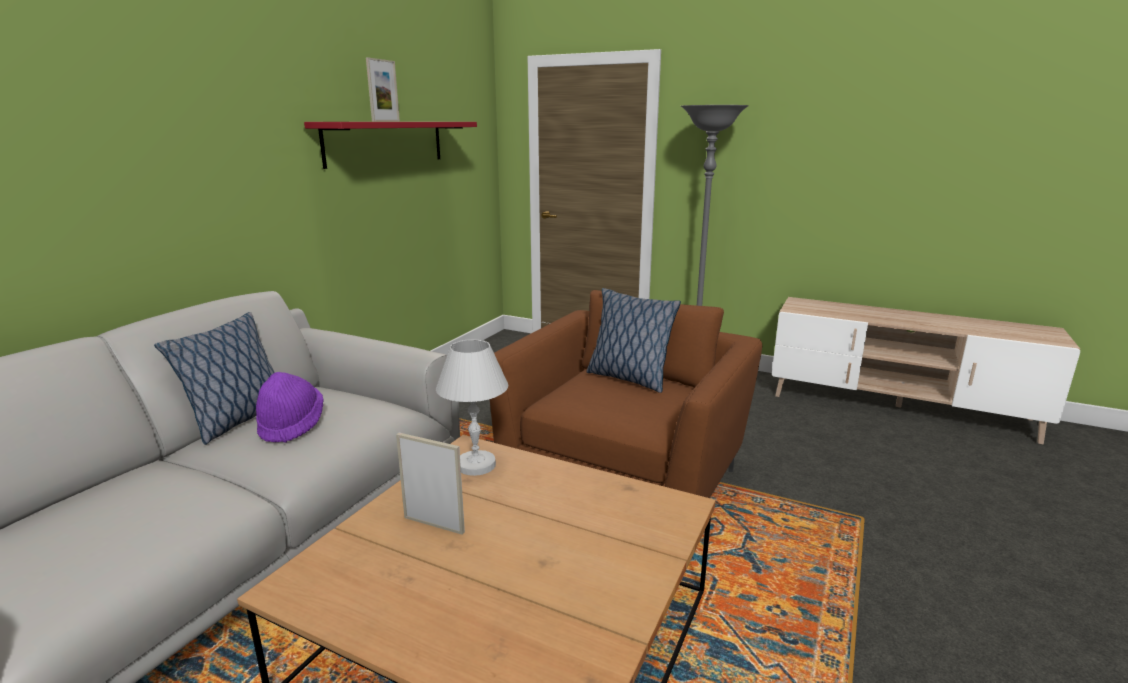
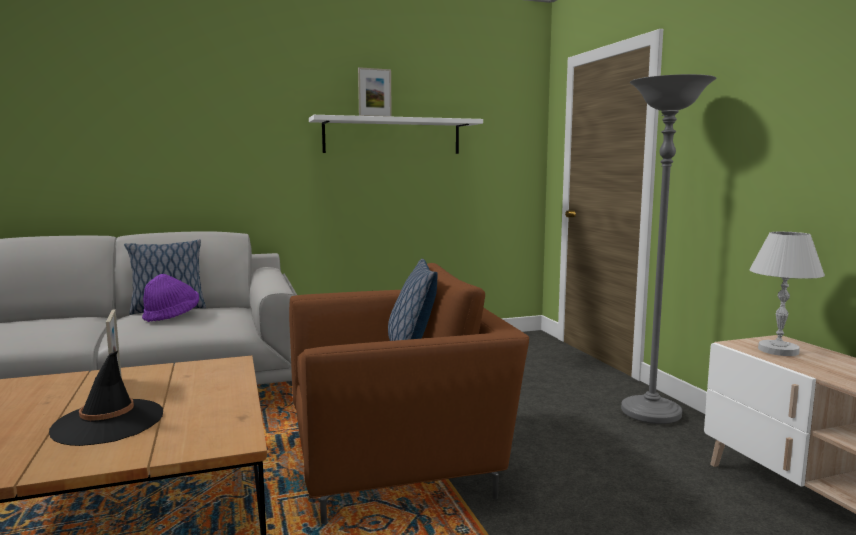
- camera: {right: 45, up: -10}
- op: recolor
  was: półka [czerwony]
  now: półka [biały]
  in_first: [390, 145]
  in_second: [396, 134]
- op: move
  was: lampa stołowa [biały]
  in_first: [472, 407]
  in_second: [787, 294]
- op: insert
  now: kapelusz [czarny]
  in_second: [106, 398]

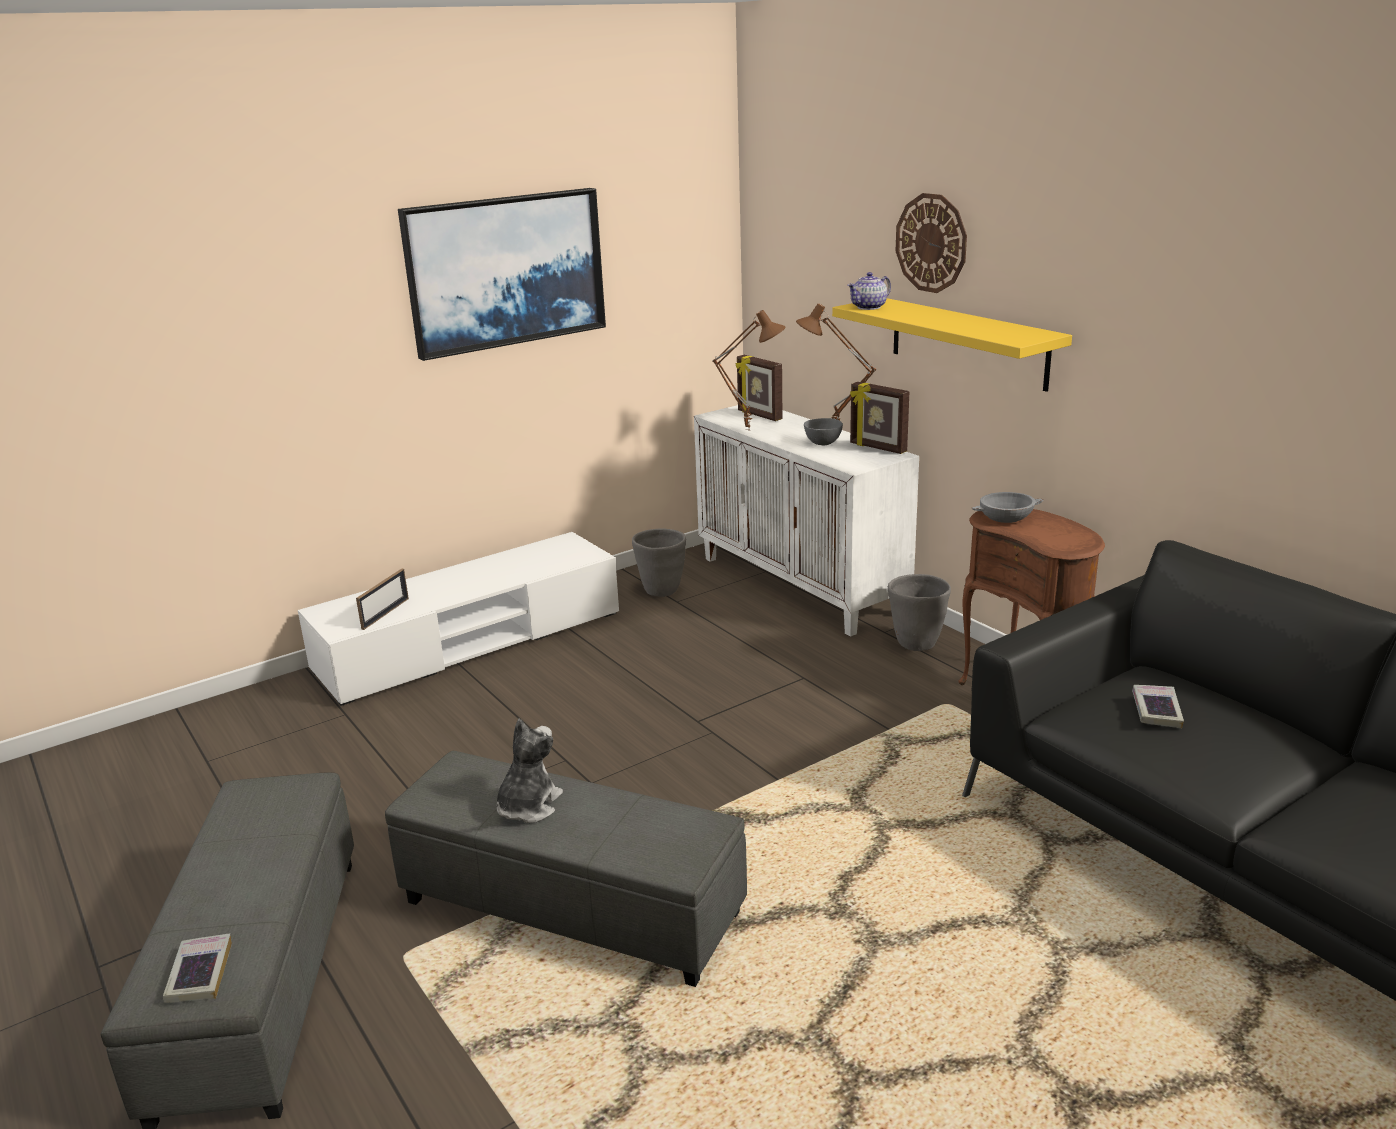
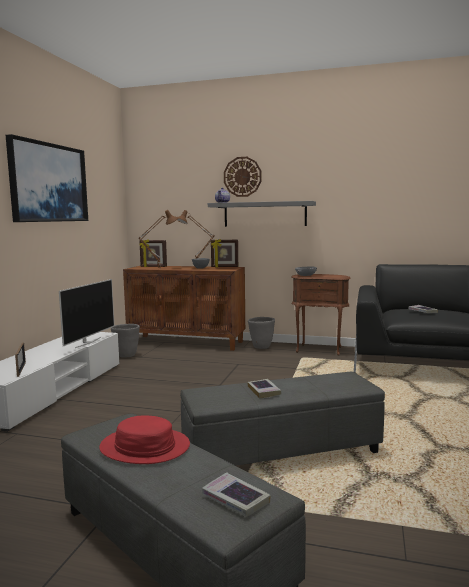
- camera: {right: -40, up: -15}
- op: replace
  was: pluszak
  now: książka
  in_first: [530, 771]
  in_second: [264, 389]
- op: recolor
  was: szafka [biały]
  now: szafka [brązowy]
  in_first: [806, 521]
  in_second: [184, 308]
- op: recolor
  was: półka [żółty]
  now: półka [szary]
  in_first: [952, 345]
  in_second: [262, 214]
- op: insert
  now: telewizor
  in_second: [86, 313]
- op: insert
  now: kapelusz [czerwony]
  in_second: [144, 440]

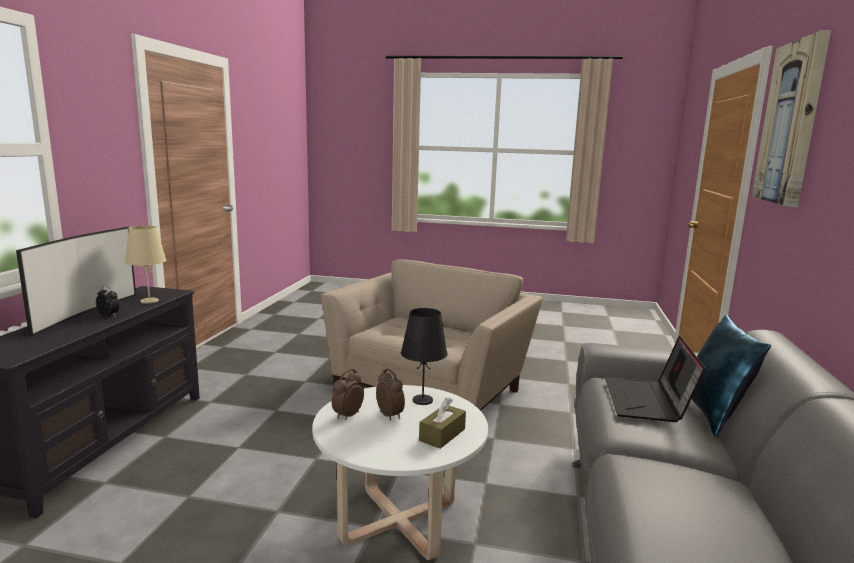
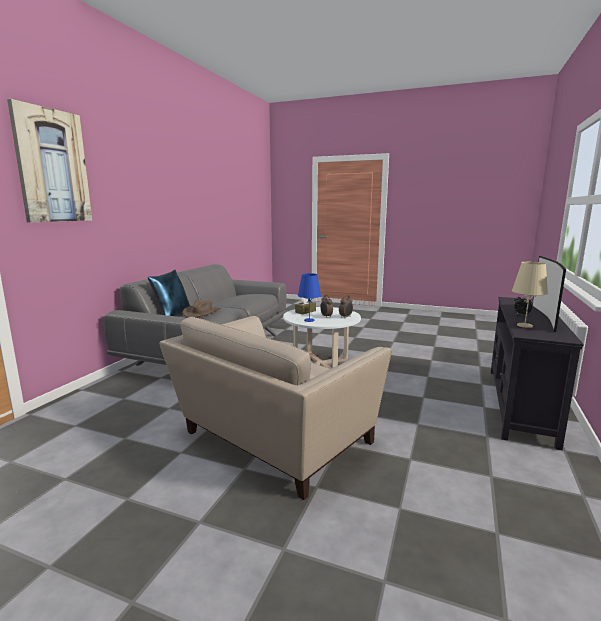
- camera: {right: -170, up: 0}
- op: recolor
  was: lampa stołowa [czarny]
  now: lampa stołowa [niebieski]
  in_first: [424, 356]
  in_second: [309, 297]
- op: replace
  was: laptop
  now: kapelusz [brązowy]
  in_first: [655, 379]
  in_second: [201, 309]

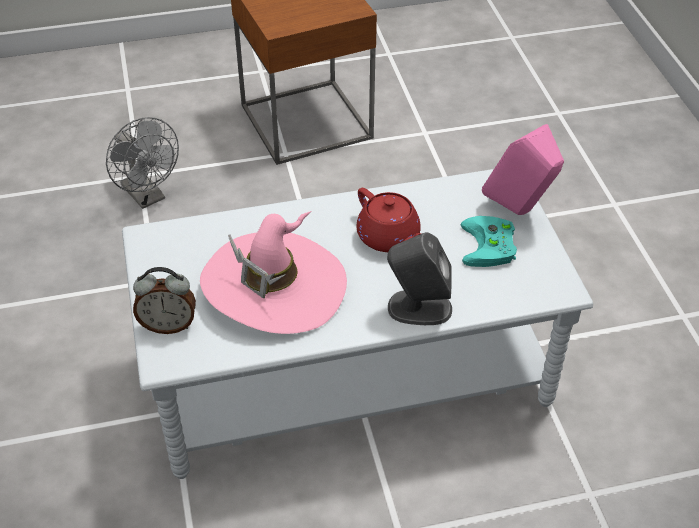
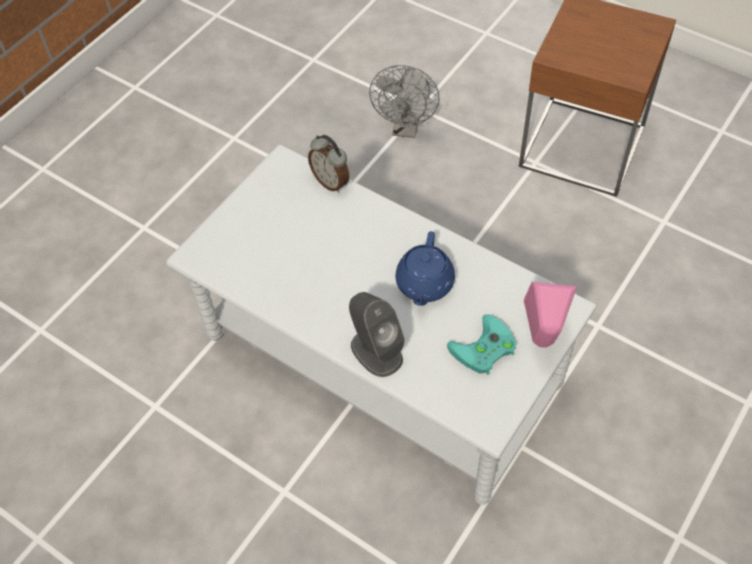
- camera: {right: 50, up: 10}
- op: move
  was: budzik
  in_first: [164, 300]
  in_second: [328, 164]
- op: delete
  was: kapelusz [różowy]
  in_first: [273, 272]
- op: recolor
  was: imbryk [czerwony]
  now: imbryk [niebieski]
  in_first: [388, 220]
  in_second: [425, 268]

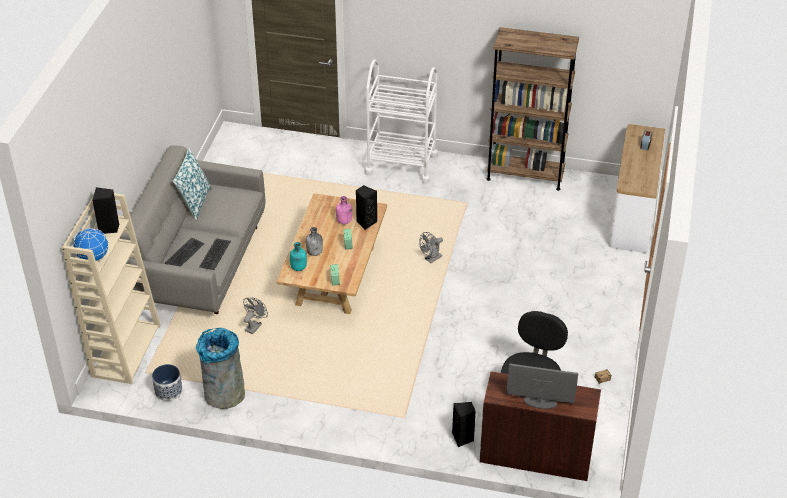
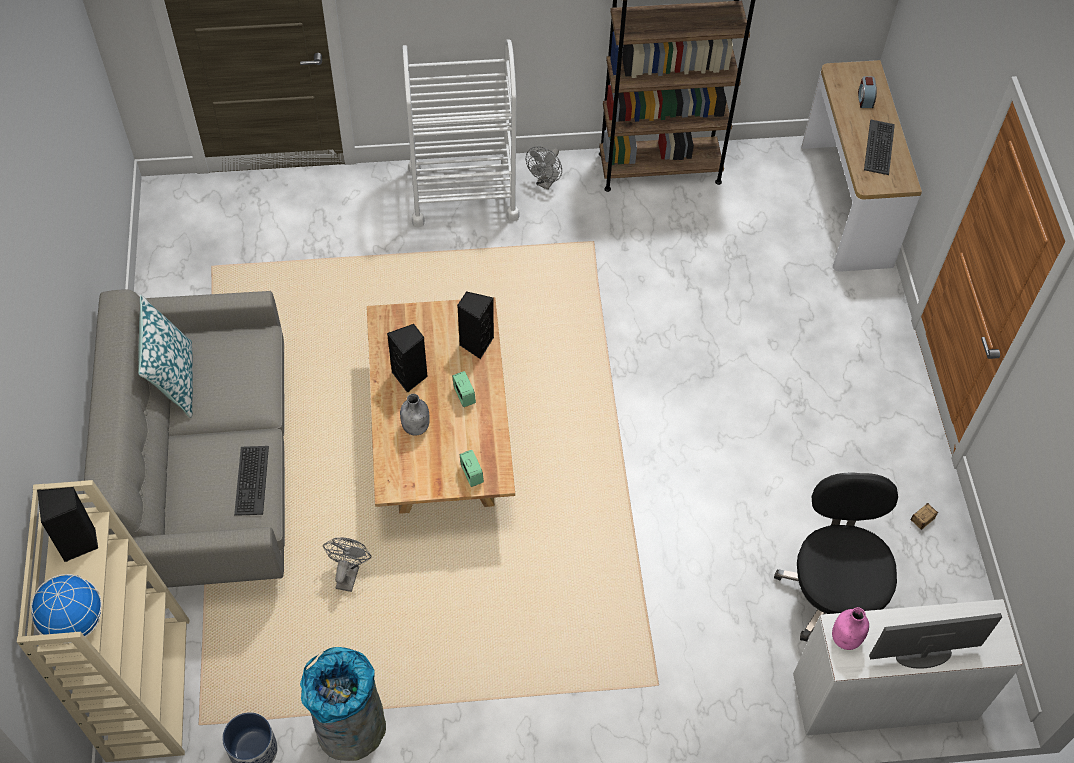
- camera: {right: -20, up: 15}
- op: move
  was: klawiatura
  in_first: [184, 251]
  in_second: [879, 147]
- op: delete
  was: butelka [turkusowy]
  in_first: [298, 256]
- op: move
  was: butelka [różowy]
  in_first: [344, 210]
  in_second: [850, 628]
- op: move
  was: wentylator [szary]
  in_first: [431, 247]
  in_second: [544, 168]
- op: move
  was: głośnik [czarny]
  in_first: [464, 424]
  in_second: [407, 358]
- op: recolor
  was: biurko [brązowy]
  now: biurko [biały]
  in_first: [540, 426]
  in_second: [908, 667]

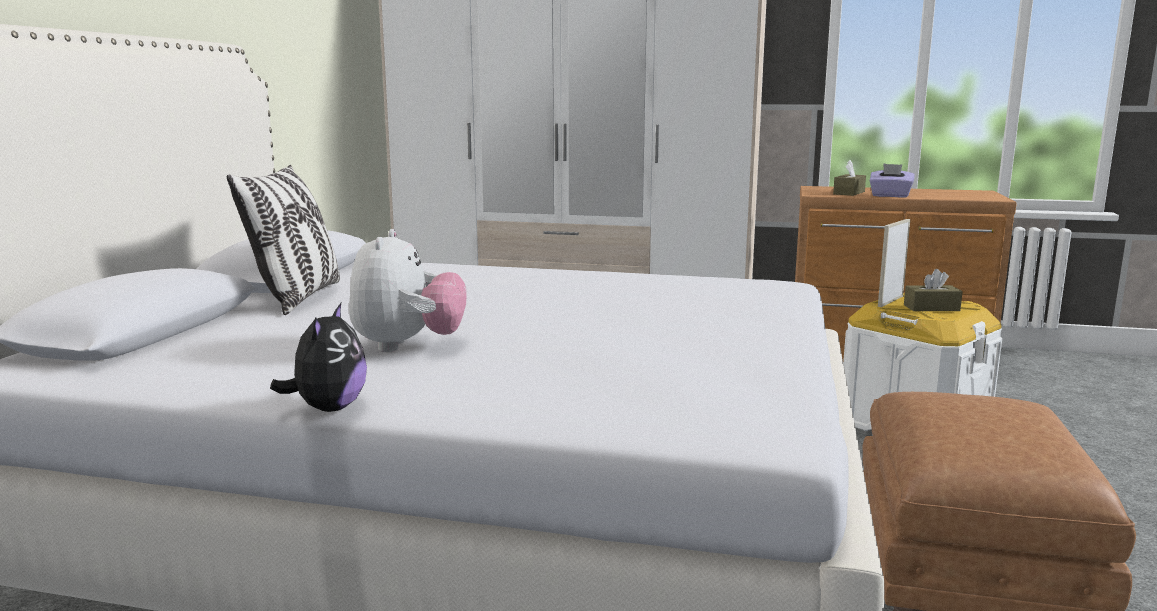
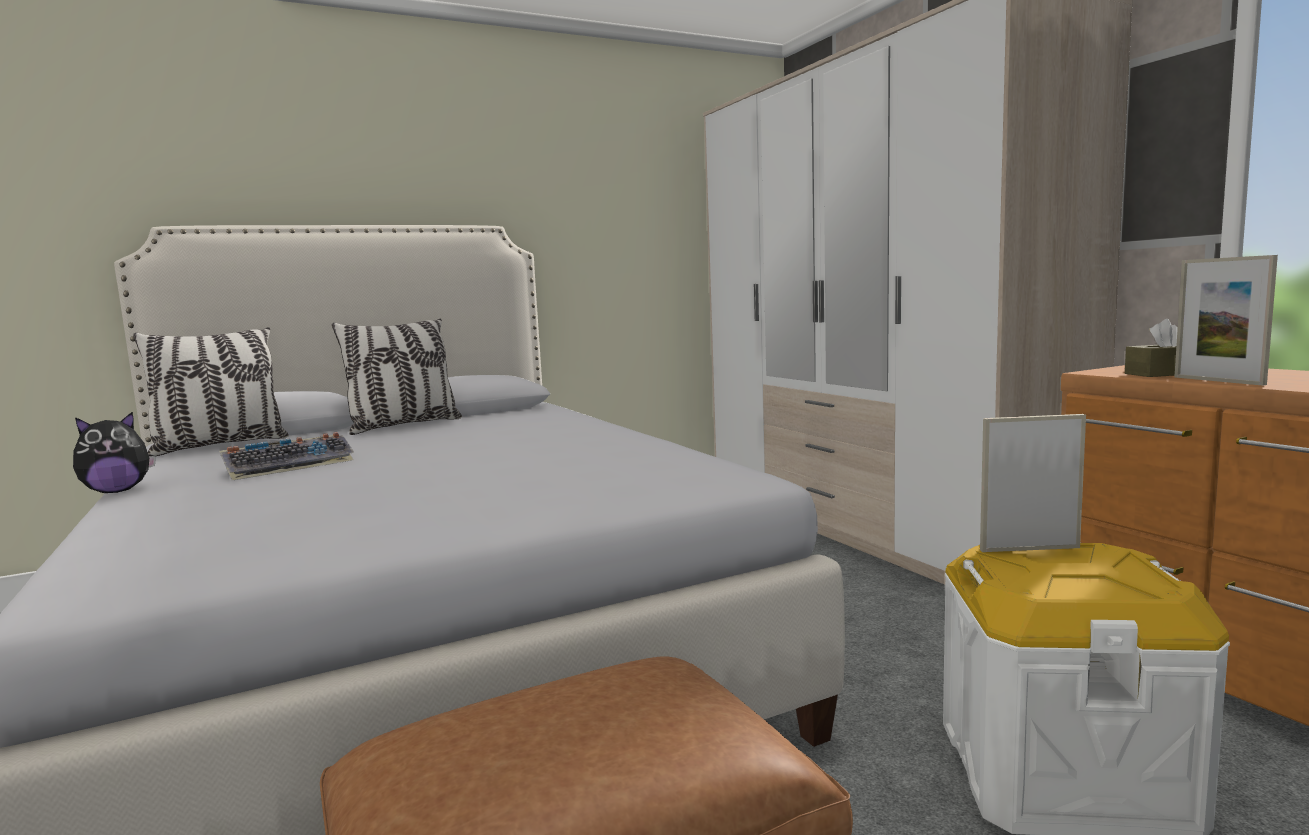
- camera: {right: 50, up: -5}
- op: replace
  was: pluszak
  now: klawiatura
  in_first: [408, 290]
  in_second: [287, 456]
- op: replace
  was: pudełko chusteczek [fioletowy]
  now: ramka na zdjęcie
  in_first: [892, 180]
  in_second: [1226, 320]
- op: delete
  was: pudełko chusteczek [brązowy]
  in_first: [933, 290]
- op: insert
  now: poduszka
  in_second: [211, 391]

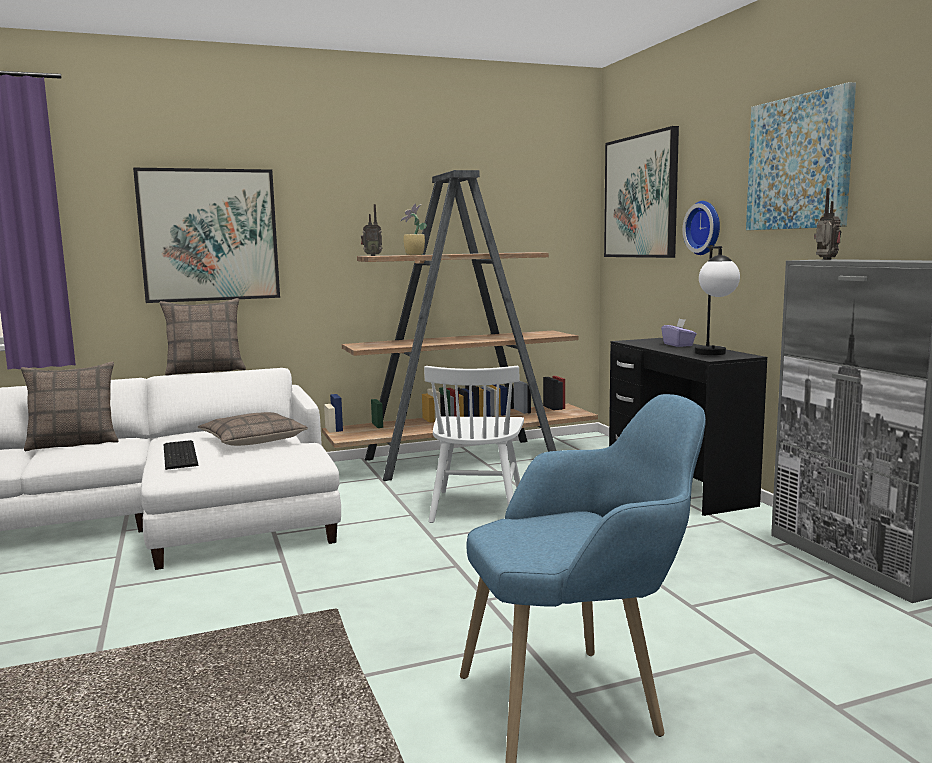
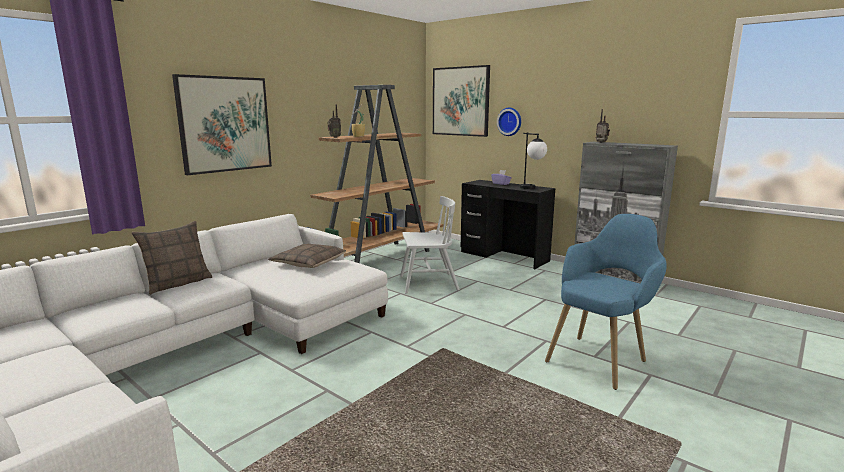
- camera: {right: -30, up: 5}
- op: delete
  was: poduszka
  in_first: [203, 337]
- op: delete
  was: klawiatura
  in_first: [181, 455]
- op: rotate
  was: krzesło [biały]
  in_first: [474, 444]
  in_second: [430, 244]
  clockwise: -75
- op: delete
  was: obraz
  in_first: [801, 156]

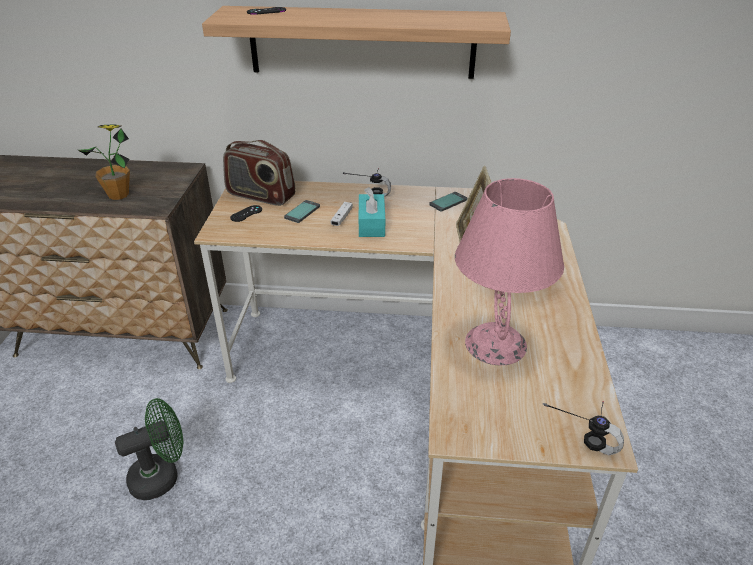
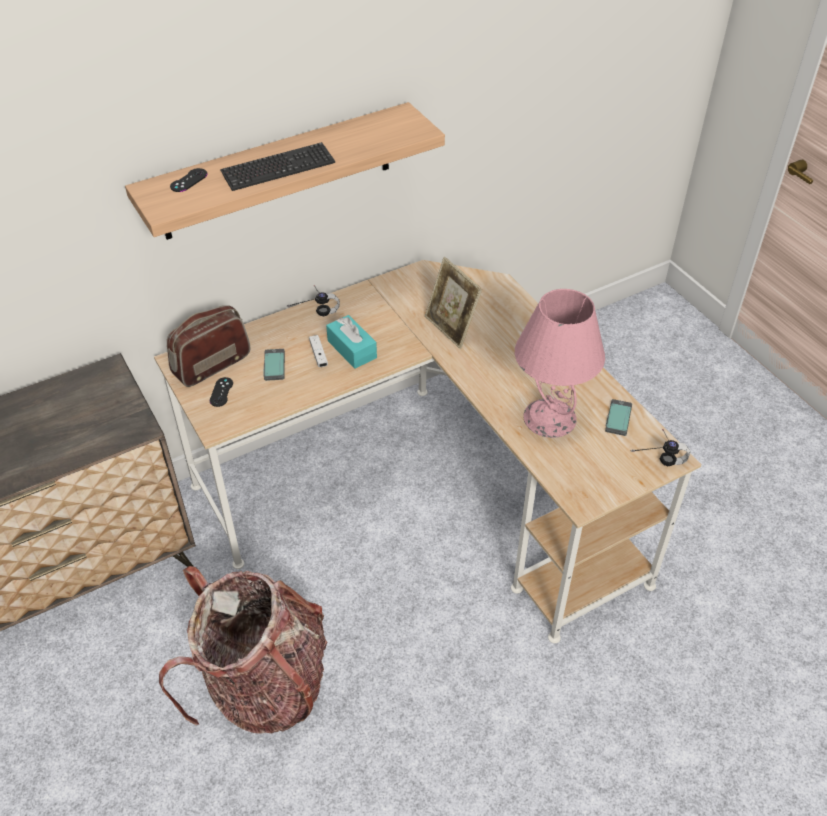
- camera: {right: -35, up: 10}
- op: delete
  was: roślina doniczkowa
  in_first: [104, 162]
- op: replace
  was: wentylator [zielony]
  now: plecak
  in_first: [149, 449]
  in_second: [243, 650]
- op: rotate
  was: radio
  in_first: [259, 173]
  in_second: [208, 346]
  clockwise: 150
- op: move
  was: telefon
  in_first: [448, 202]
  in_second: [618, 417]
- op: insert
  now: klawiatura
  in_second: [277, 166]

